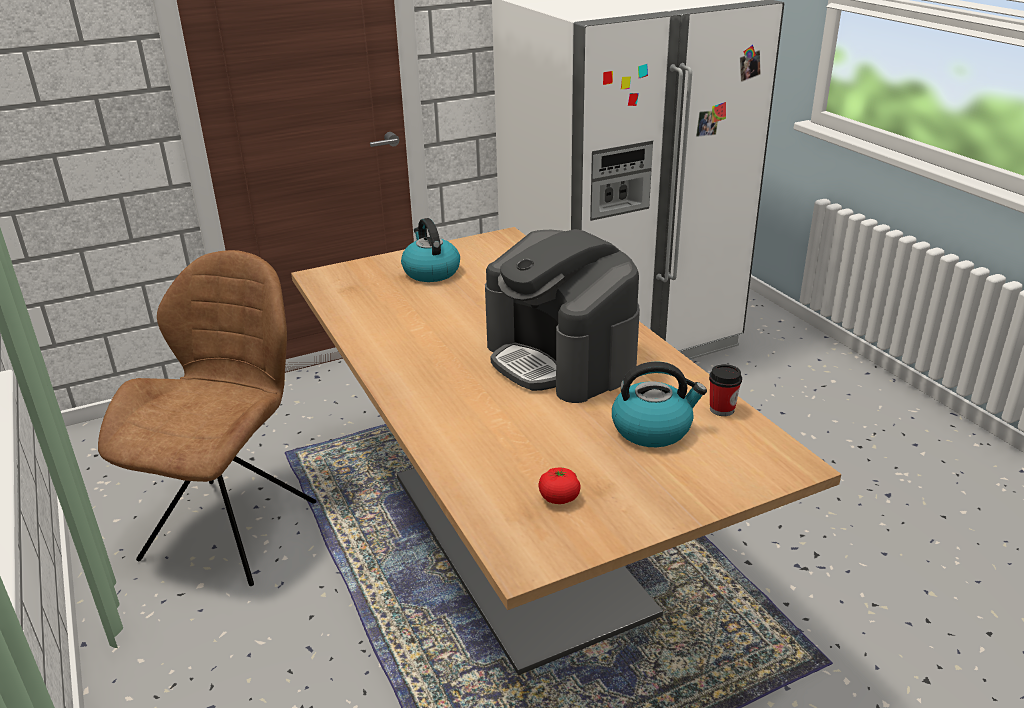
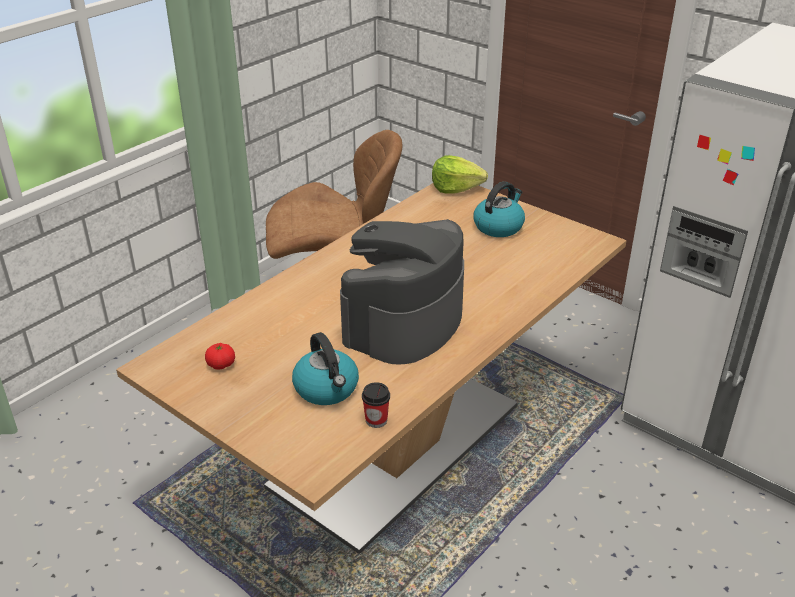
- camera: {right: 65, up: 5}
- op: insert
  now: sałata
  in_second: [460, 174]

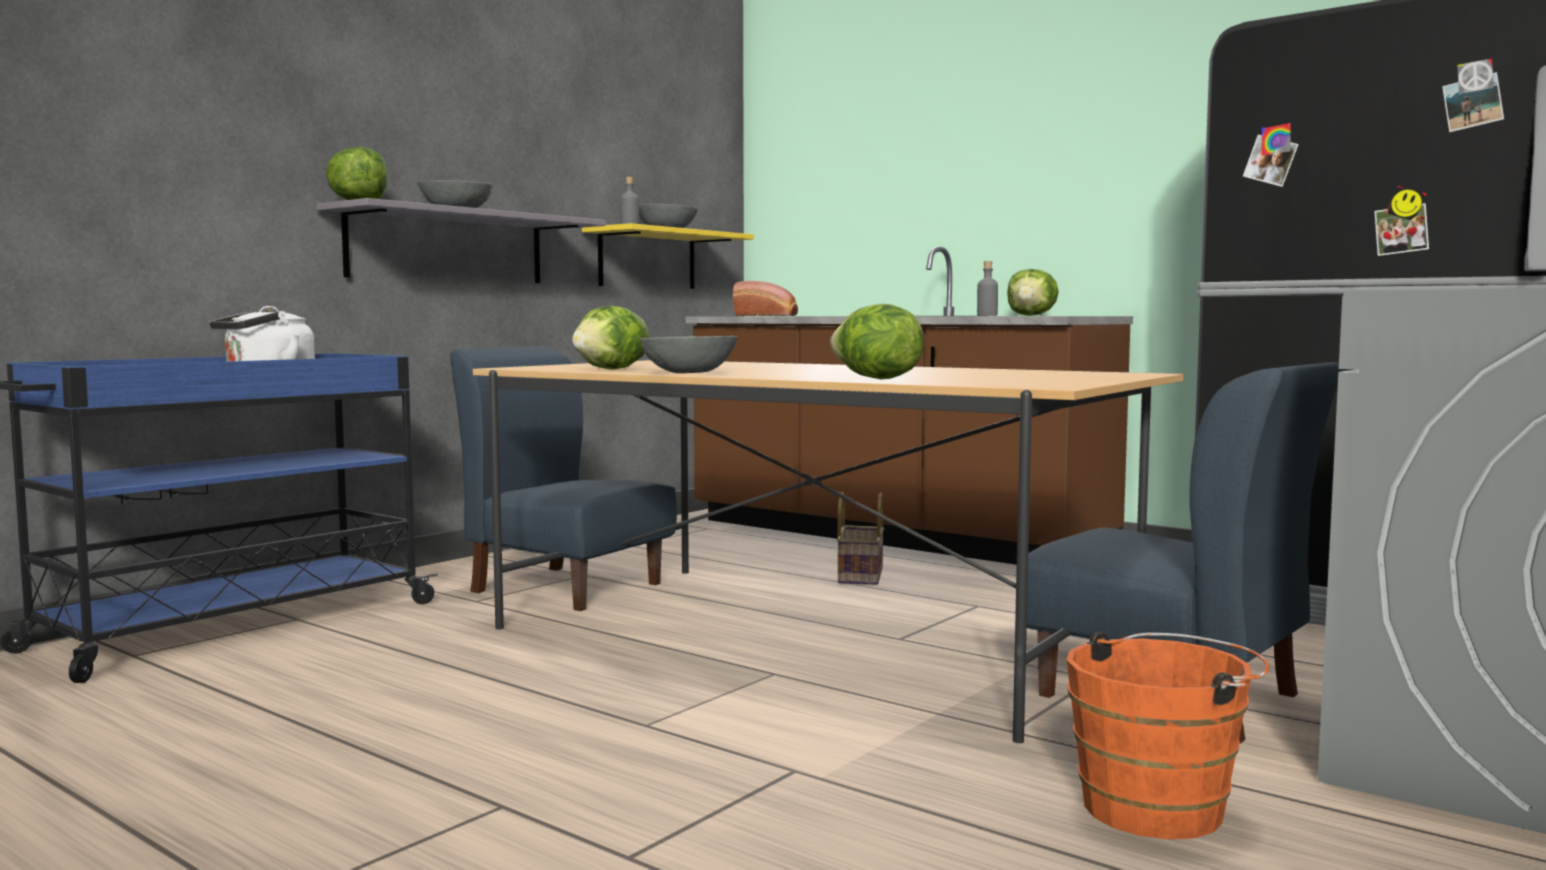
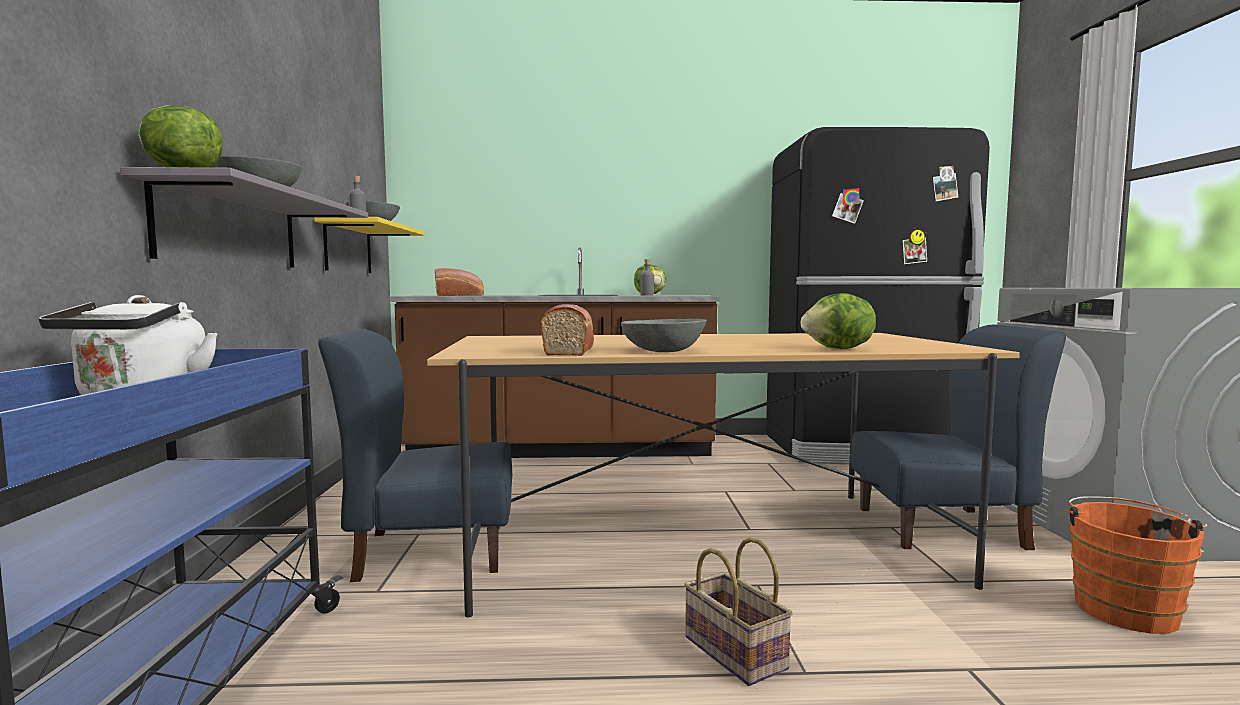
- camera: {right: -40, up: 0}
- op: replace
  was: sałata
  now: chleb
  in_first: [610, 338]
  in_second: [567, 330]
- op: move
  was: koszyk
  in_first: [860, 538]
  in_second: [738, 611]

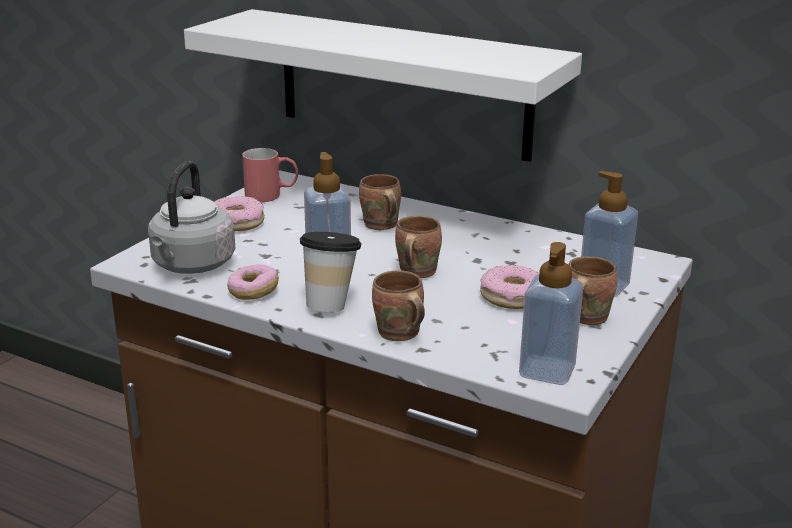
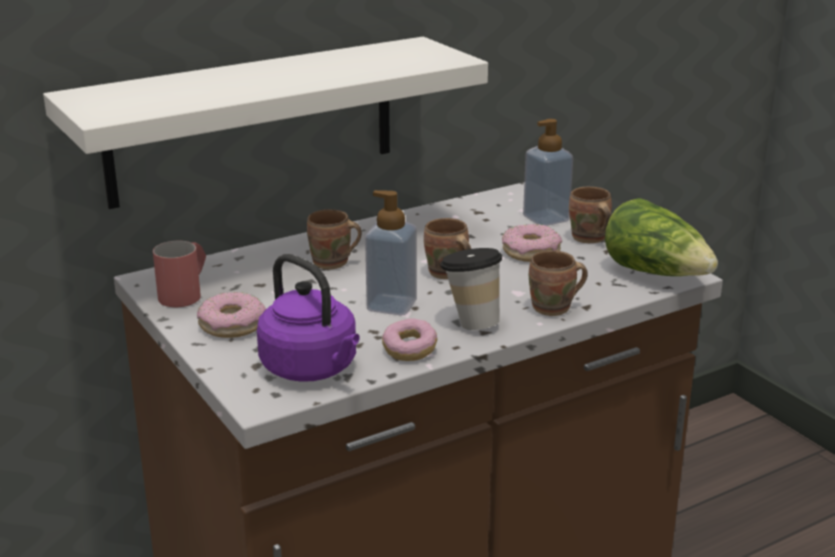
- camera: {right: -60, up: 0}
- op: recolor
  was: czajnik [szary]
  now: czajnik [fioletowy]
  in_first: [191, 217]
  in_second: [308, 318]
- op: replace
  was: dozownik mydła
  now: sałata
  in_first: [551, 313]
  in_second: [661, 237]

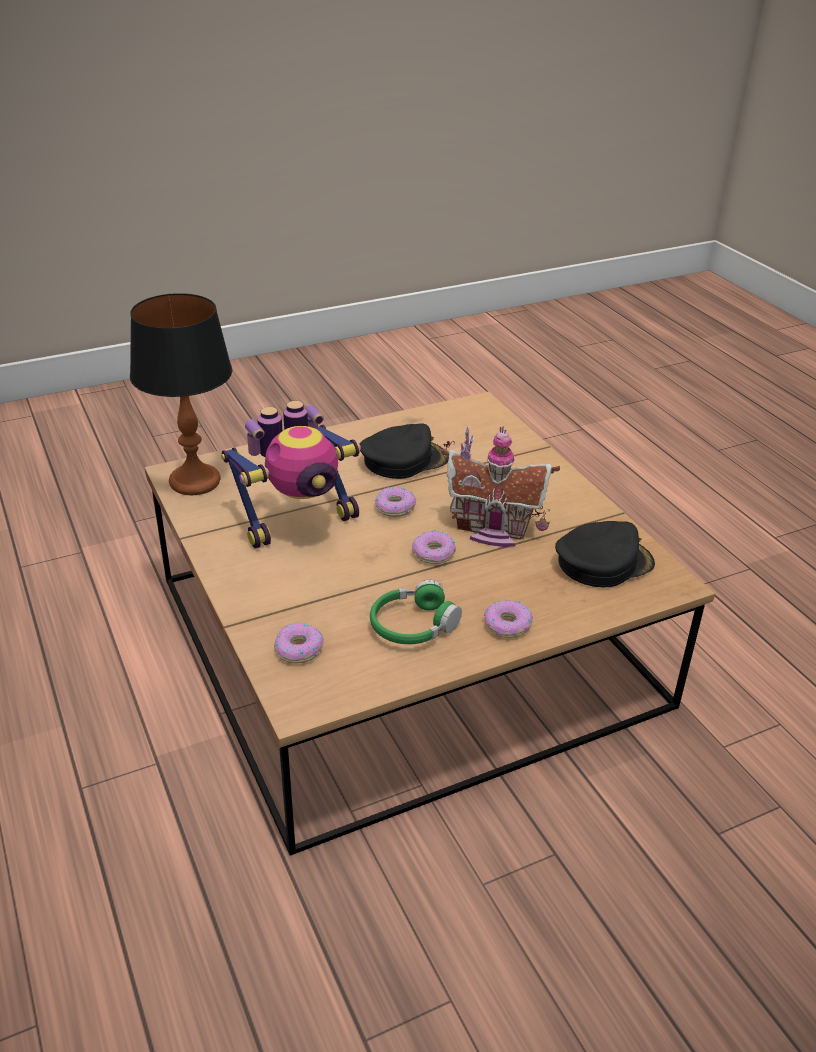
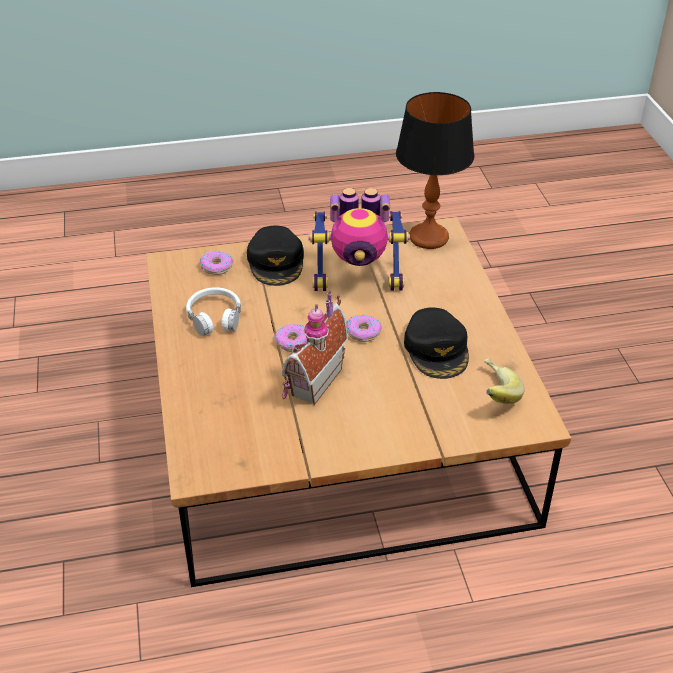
- camera: {right: 105, up: 5}
- op: rotate
  was: robot zabawkowy
  in_first: [291, 475]
  in_second: [359, 239]
  clockwise: -75
- op: recolor
  was: słuchawki [zielony]
  now: słuchawki [biały]
  in_first: [416, 612]
  in_second: [213, 311]
- op: delete
  was: donut
  in_first: [508, 618]
- op: move
  was: czapka z daszkiem [czarny]
  in_first: [605, 554]
  in_second: [275, 256]
- op: insert
  now: banan
  in_second: [504, 381]

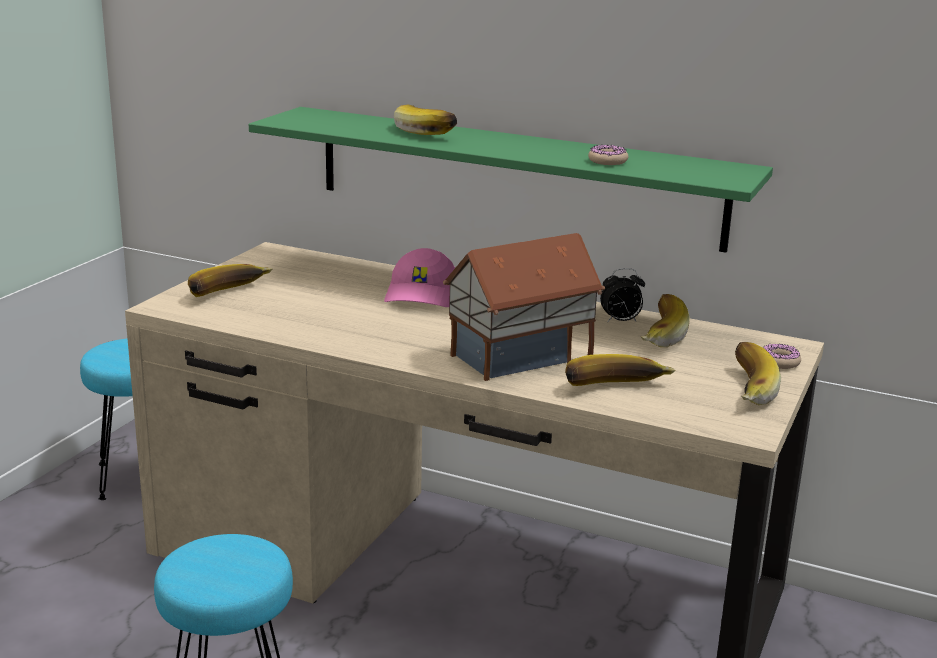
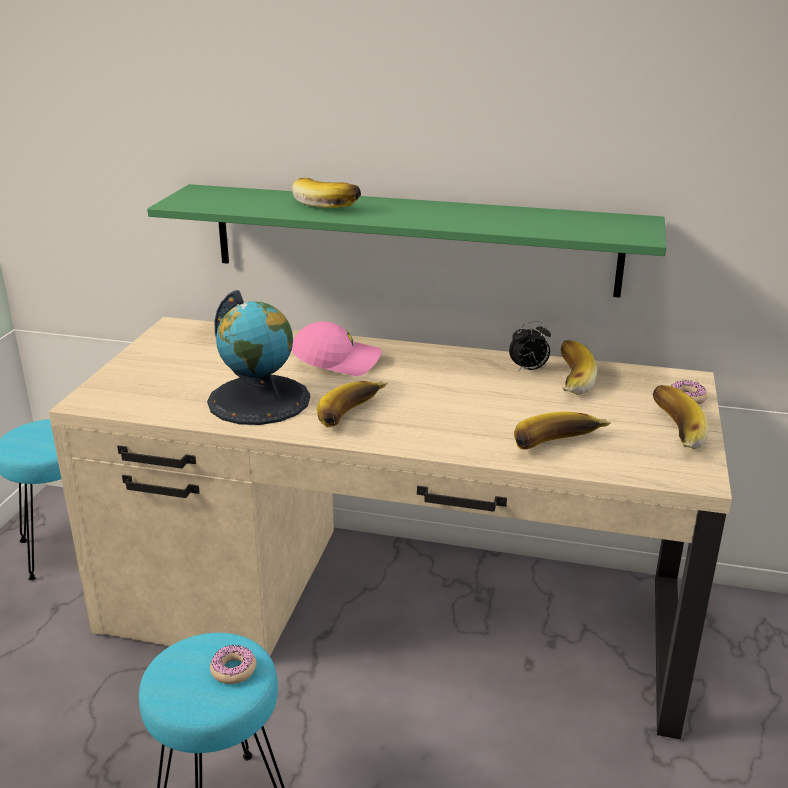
- camera: {right: -10, up: 5}
- op: move
  was: banan
  in_first: [230, 280]
  in_second: [352, 404]
- op: rotate
  was: czapka z daszkiem [różowy]
  in_first: [419, 277]
  in_second: [337, 348]
  clockwise: -90
- op: delete
  was: domek
  in_first: [524, 307]
- op: move
  was: donut
  in_first: [608, 155]
  in_second: [233, 664]
- op: insert
  now: globus
  in_second: [258, 357]

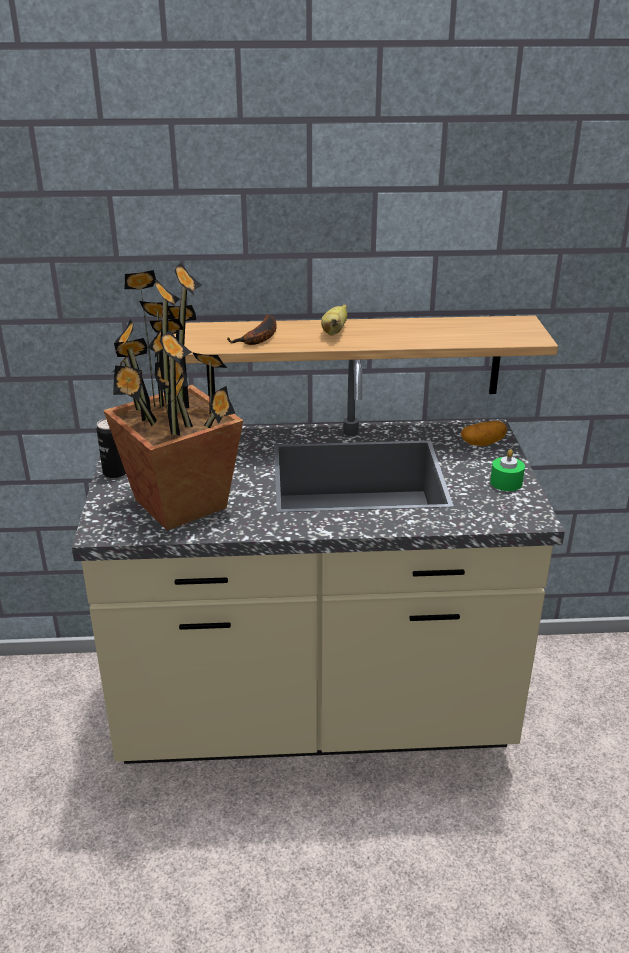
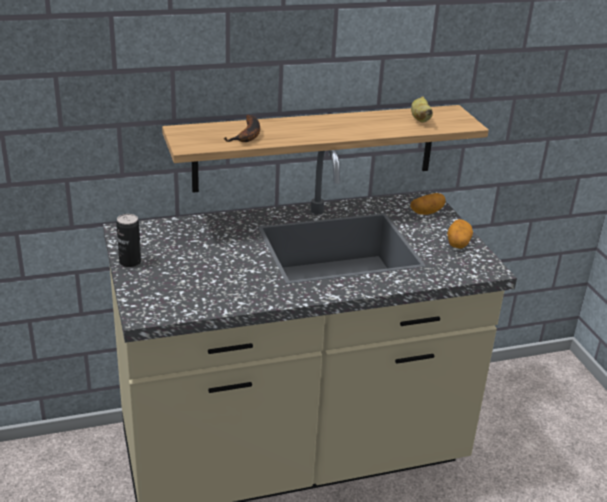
- camera: {right: -15, up: 0}
- op: delete
  was: roślina doniczkowa
  in_first: [173, 396]
- op: move
  was: banan
  in_first: [334, 320]
  in_second: [422, 109]
- op: replace
  was: świeca [zielony]
  now: ziemniak
  in_first: [507, 470]
  in_second: [460, 234]

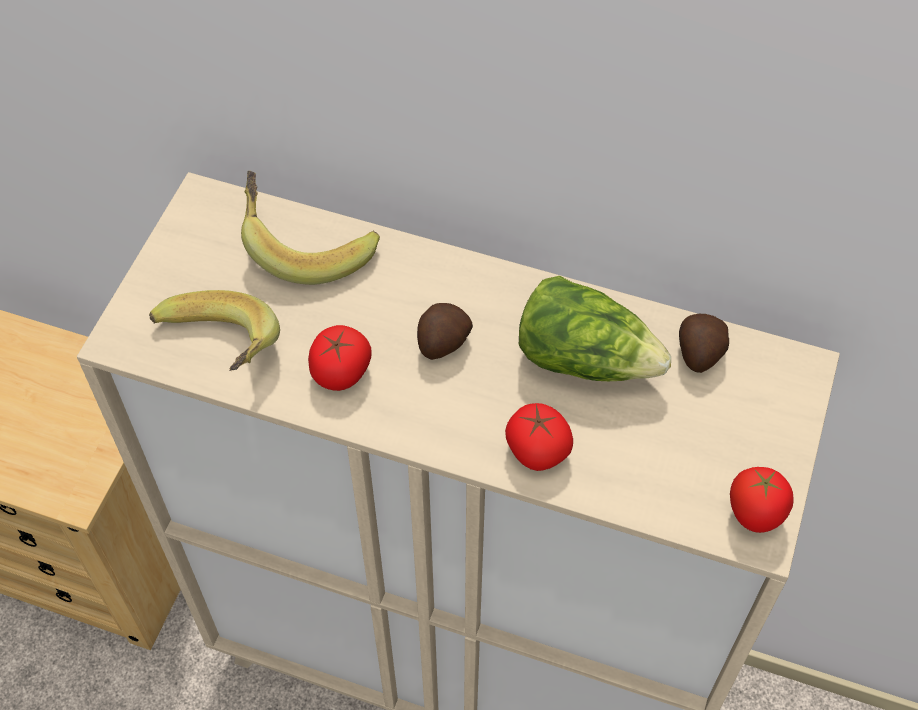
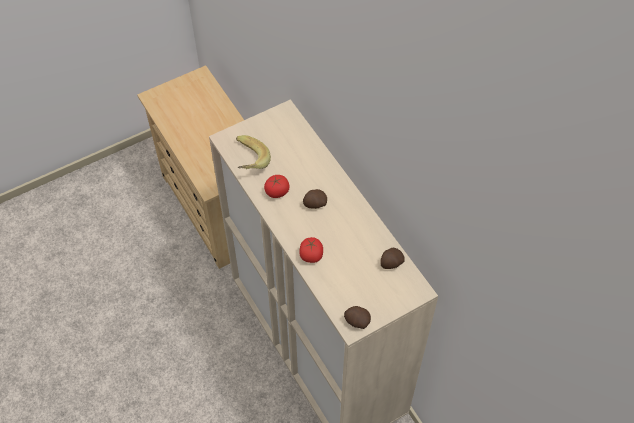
- camera: {right: 40, up: 0}
- op: delete
  was: banan
  in_first: [310, 228]
- op: delete
  was: sałata
  in_first: [595, 328]
- op: replace
  was: pomidor
  now: ziemniak
  in_first: [762, 500]
  in_second: [357, 317]

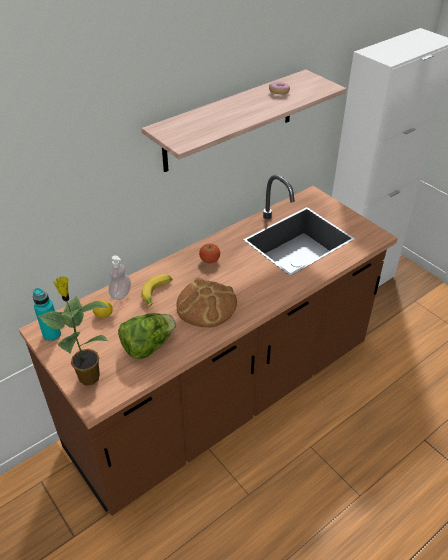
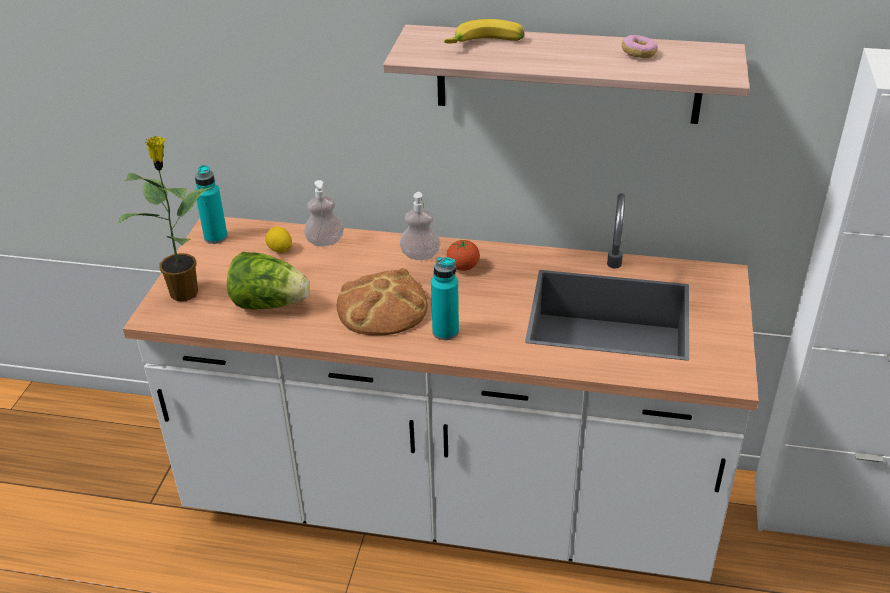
- camera: {right: 50, up: -5}
- op: recolor
  was: zabudowa kuchenna [brązowy]
  now: zabudowa kuchenna [biały]
  in_first: [208, 345]
  in_second: [441, 387]
- op: move
  was: banan
  in_first: [157, 291]
  in_second: [484, 31]
- op: insert
  now: dozownik mydła
  in_second: [420, 226]
- op: insert
  now: butelka [turkusowy]
  in_second: [445, 298]

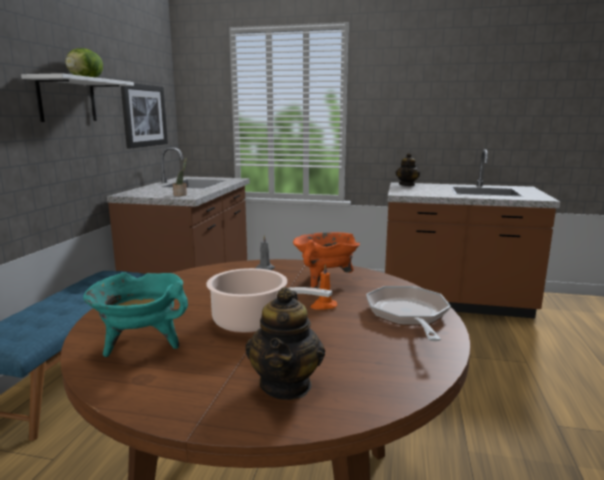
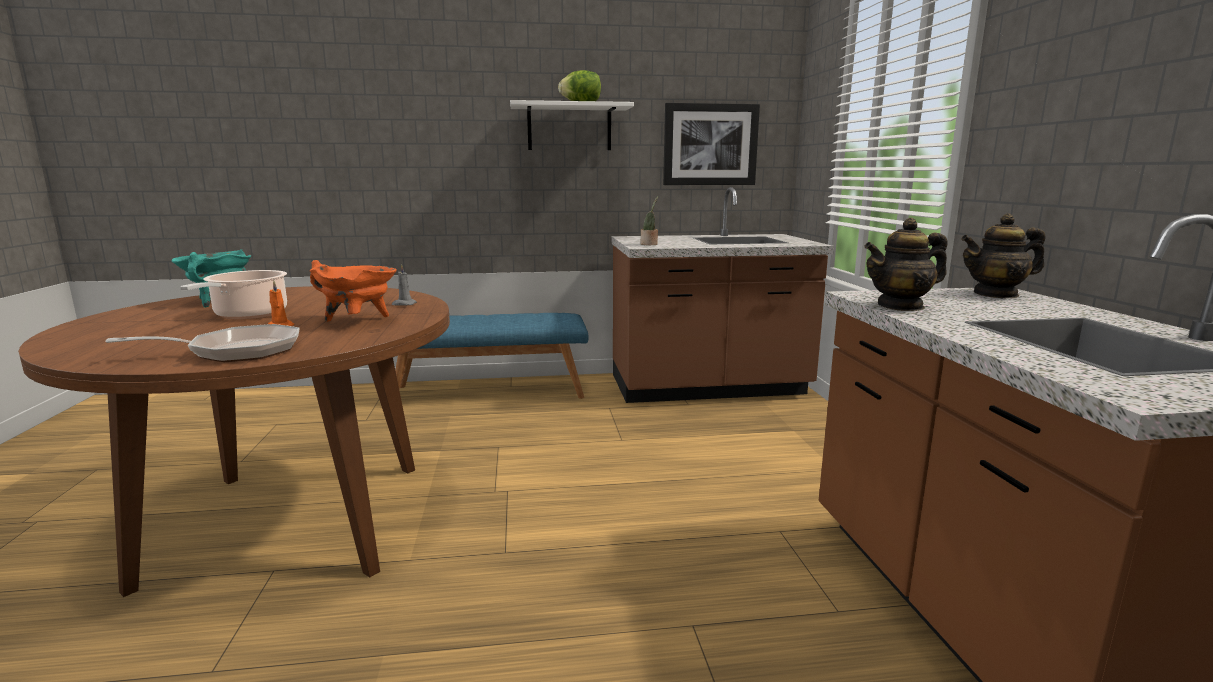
- camera: {right: 70, up: 0}
- op: move
  was: imbryk
  in_first: [285, 343]
  in_second: [906, 264]

